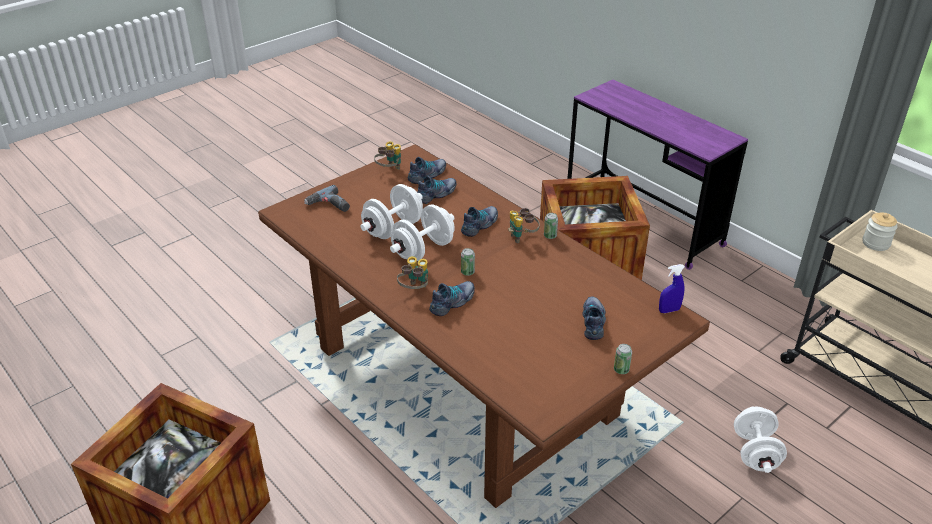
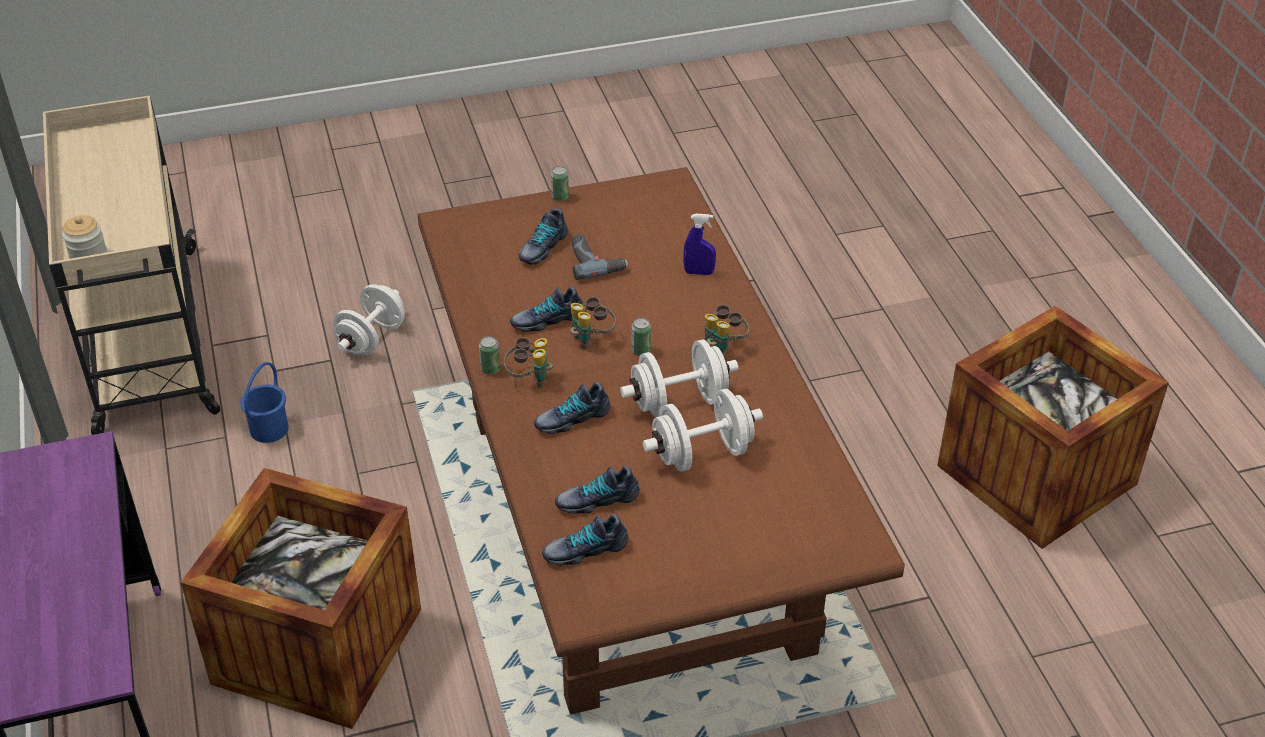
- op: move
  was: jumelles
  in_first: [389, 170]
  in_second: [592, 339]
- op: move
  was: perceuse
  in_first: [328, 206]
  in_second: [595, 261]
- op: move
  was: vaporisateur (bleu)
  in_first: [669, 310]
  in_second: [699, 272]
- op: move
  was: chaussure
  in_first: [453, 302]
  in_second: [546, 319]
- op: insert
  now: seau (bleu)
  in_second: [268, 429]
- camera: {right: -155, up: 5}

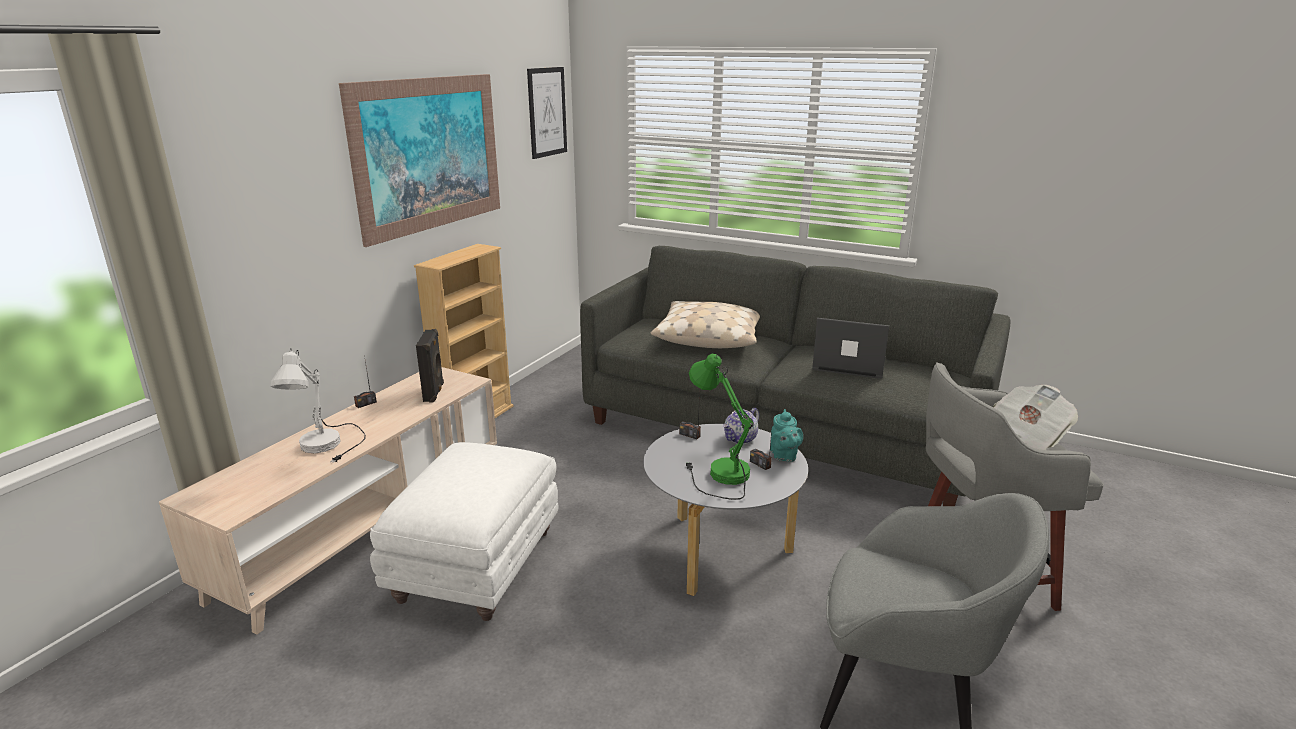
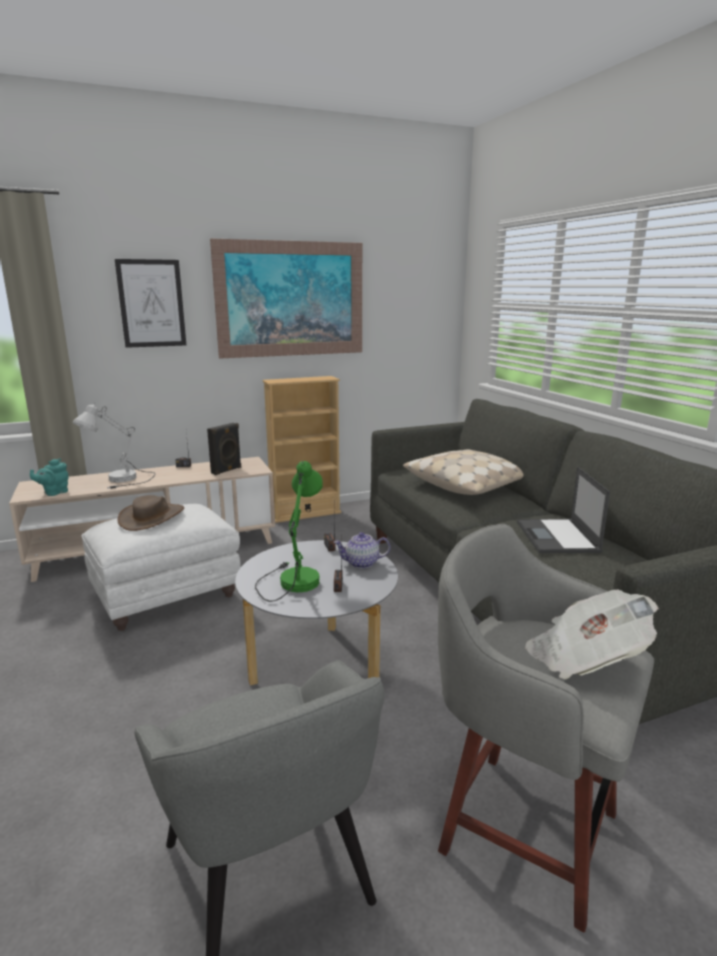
- op: move
  was: tableau
  in_first: [547, 112]
  in_second: [151, 303]
- op: rotate
  was: ordinateur portable
  in_first: [848, 364]
  in_second: [557, 537]
  clockwise: -150
- op: move
  was: théière (turquoise)
  in_first: [784, 456]
  in_second: [54, 493]
- op: insert
  now: chapeau (marron)
  in_second: [152, 517]
- camera: {right: 40, up: -5}

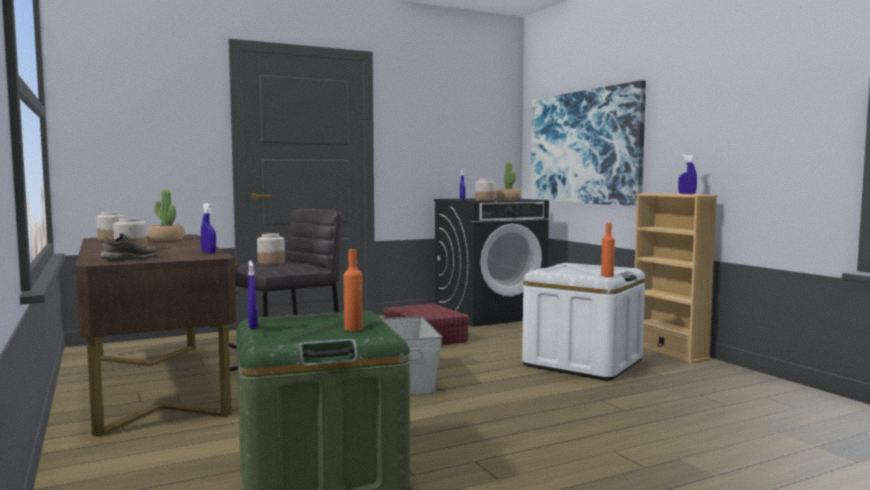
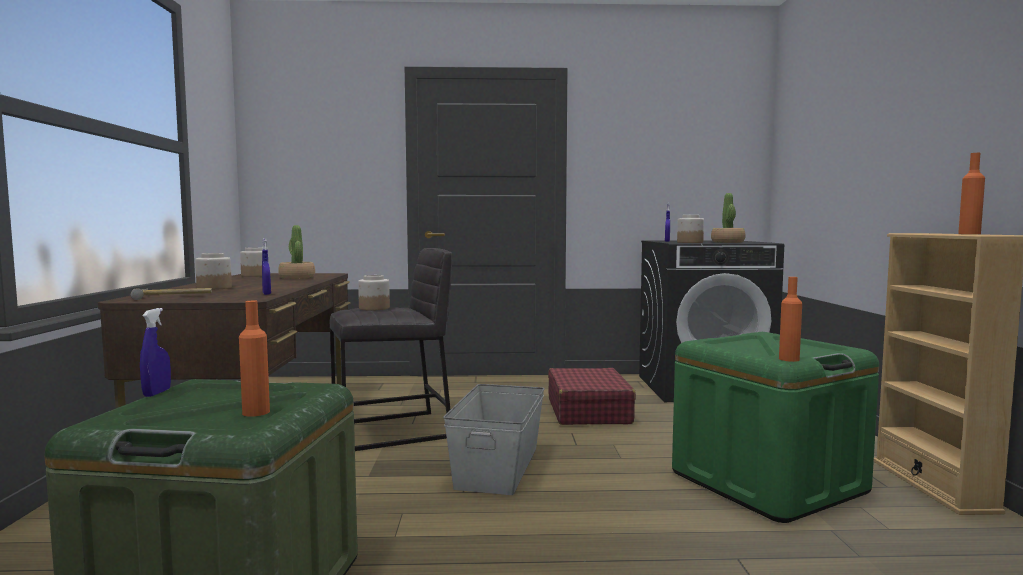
- op: delete
  was: tableau
  in_first: [584, 147]
- op: replace
  was: vaporisateur (bleu)
  now: bouteille (orange)
  in_first: [687, 194]
  in_second: [969, 234]
- op: replace
  was: chaussure (gris)
  now: marteau
  in_first: [130, 258]
  in_second: [172, 297]
- op: recolor
  was: boîte de rangement (blanc)
  now: boîte de rangement (vert)
  in_first: [583, 362]
  in_second: [767, 482]
- camera: {right: 25, up: 0}

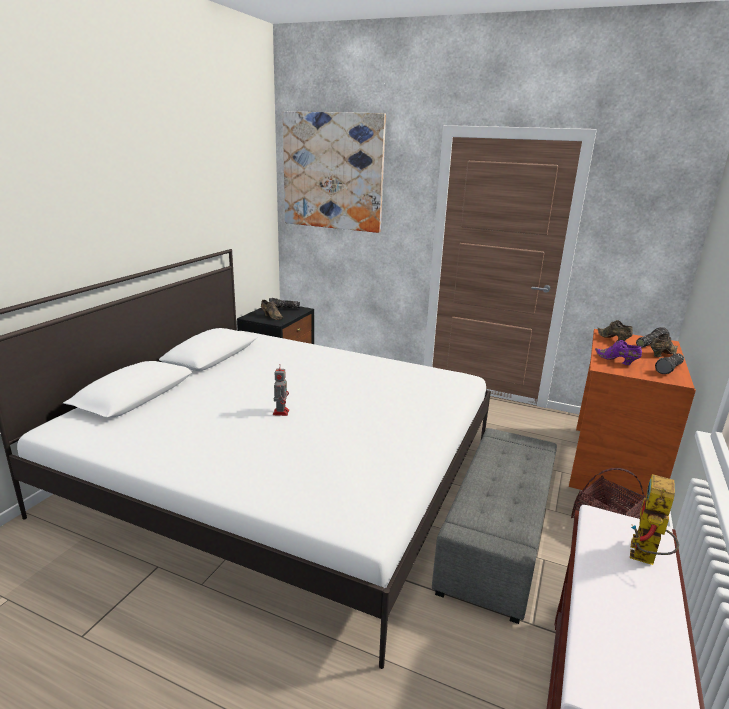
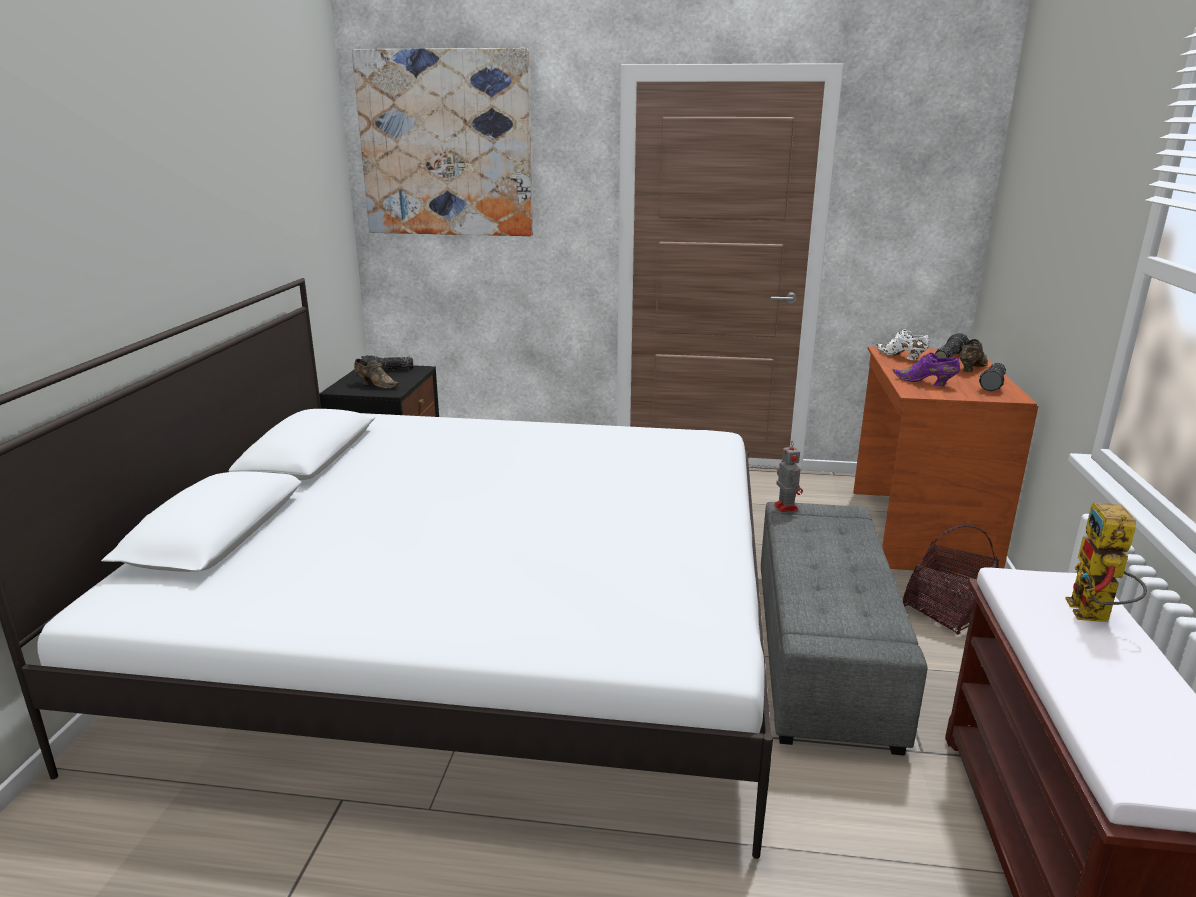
- op: recolor
  was: chaussure (marron)
  now: chaussure (blanc)
  in_first: [613, 339]
  in_second: [901, 357]
- op: move
  was: robot jouet
  in_first: [281, 412]
  in_second: [785, 507]
- camera: {right: -15, up: 0}

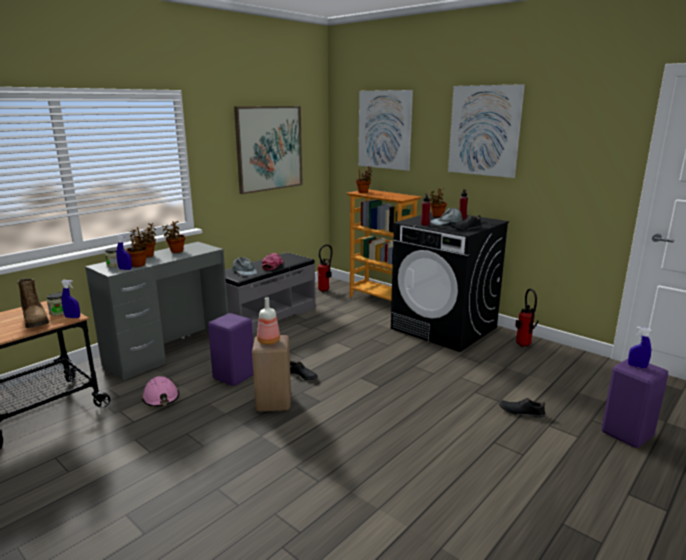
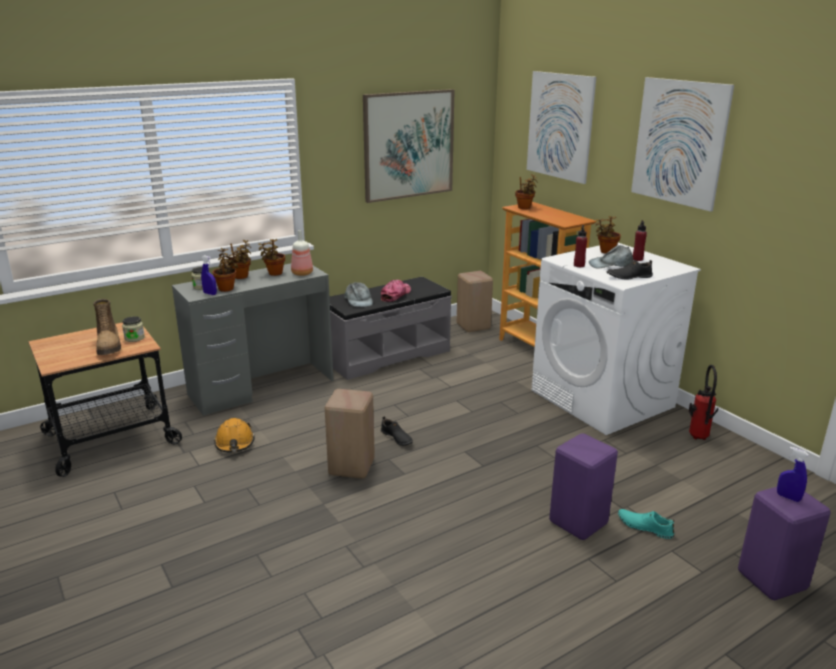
- op: recolor
  was: lave-linge (noir)
  now: lave-linge (blanc)
  in_first: [444, 328]
  in_second: [602, 399]
- op: replace
  was: extincteur
  now: tabouret (beige)
  in_first: [325, 290]
  in_second: [473, 327]
- op: delete
  was: vaporisateur (bleu)
  in_first: [72, 317]
- op: move
  was: bouteille
  in_first: [268, 341]
  in_second: [301, 273]
- op: move
  was: tabouret (violet)
  in_first: [234, 377]
  in_second: [578, 523]
- op: recolor
  was: casque de chantier (rose)
  now: casque de chantier (orange)
  in_first: [161, 398]
  in_second: [235, 443]
- op: recolor
  was: chaussure (noir)
  now: chaussure (turquoise)
  in_first: [521, 411]
  in_second: [644, 527]
- camera: {right: 15, up: 5}

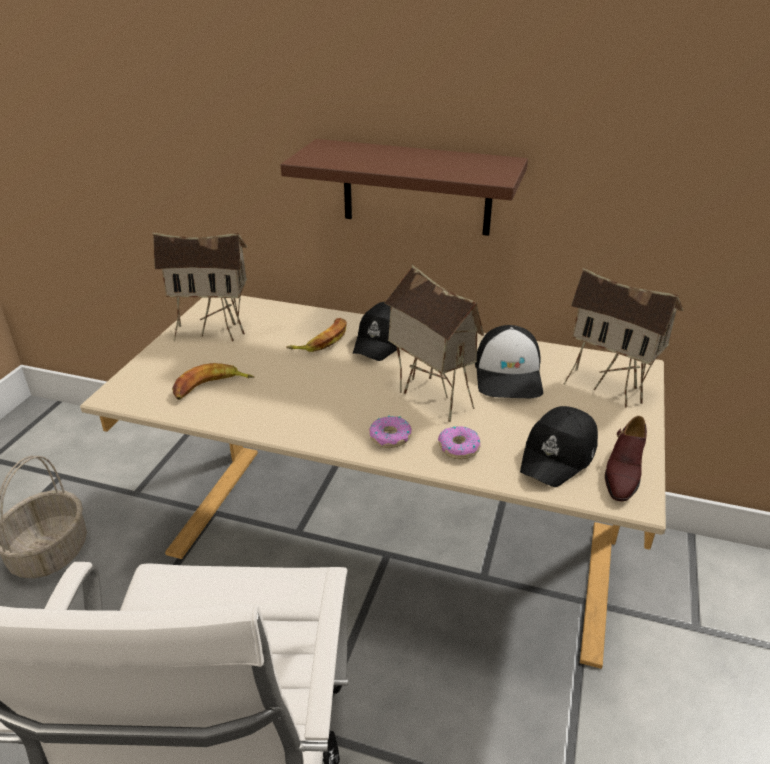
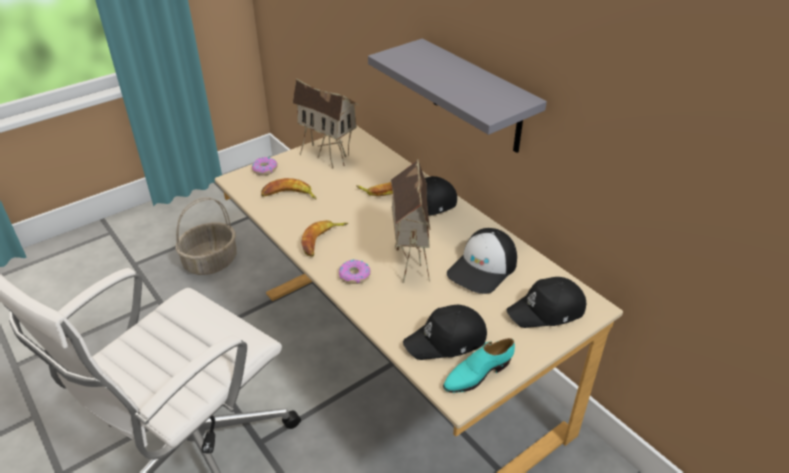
- op: recolor
  was: étagère (marron)
  now: étagère (gris)
  in_first: [416, 188]
  in_second: [476, 97]
- op: replace
  was: maison miniature
  now: casquette (noir)
  in_first: [609, 387]
  in_second: [547, 311]
- op: recolor
  was: chaussure (marron)
  now: chaussure (turquoise)
  in_first: [623, 472]
  in_second: [477, 374]
- op: move
  was: beignet
  in_first: [458, 448]
  in_second: [264, 169]
- op: insert
  now: banane
  in_second: [322, 241]
- camera: {right: 35, up: 5}

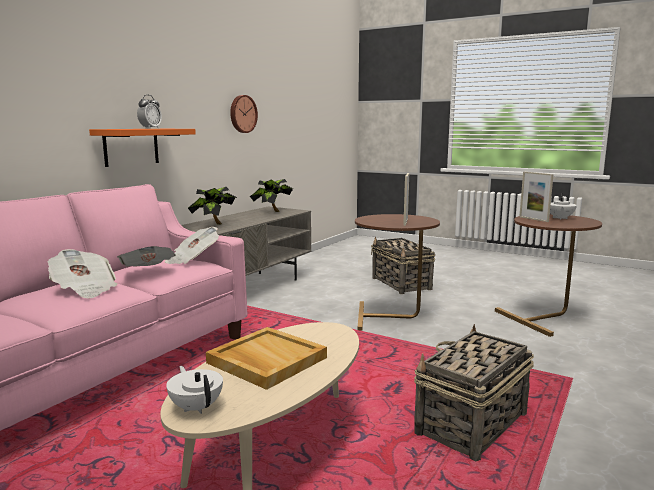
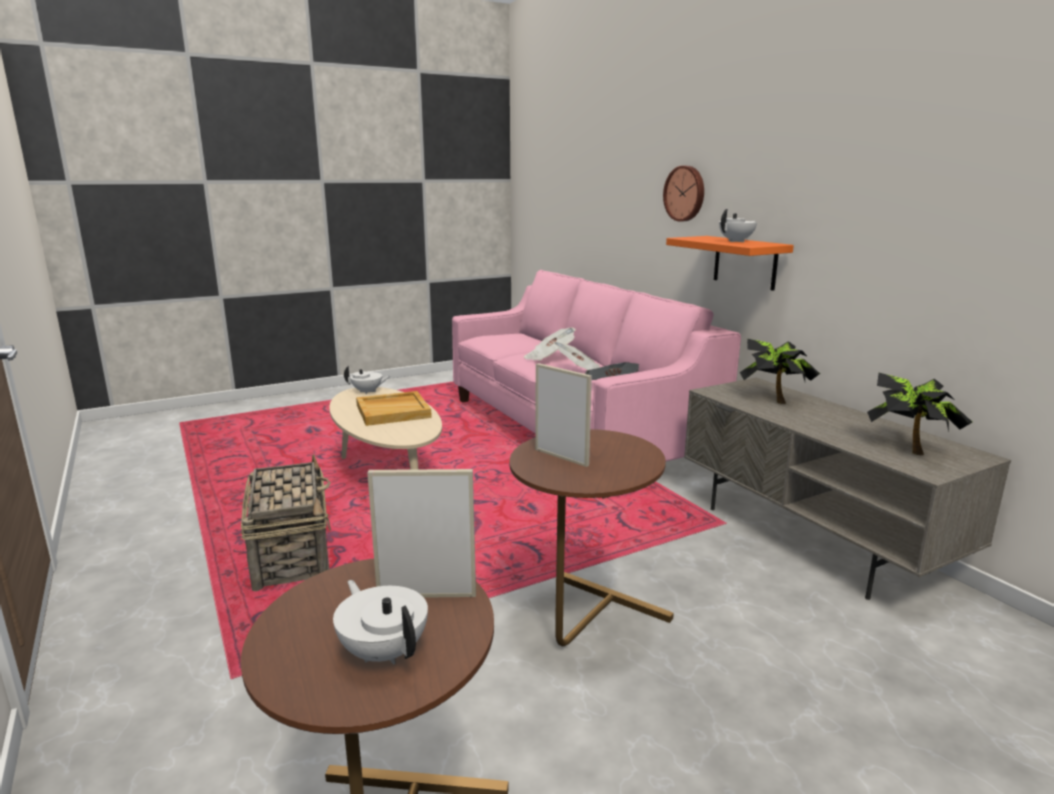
- op: replace
  was: réveil
  now: théière (blanc)
  in_first: [150, 128]
  in_second: [736, 241]
- op: move
  was: horloge murale
  in_first: [242, 114]
  in_second: [685, 193]
- op: delete
  was: panier
  in_first: [401, 284]
- camera: {right: 120, up: 5}

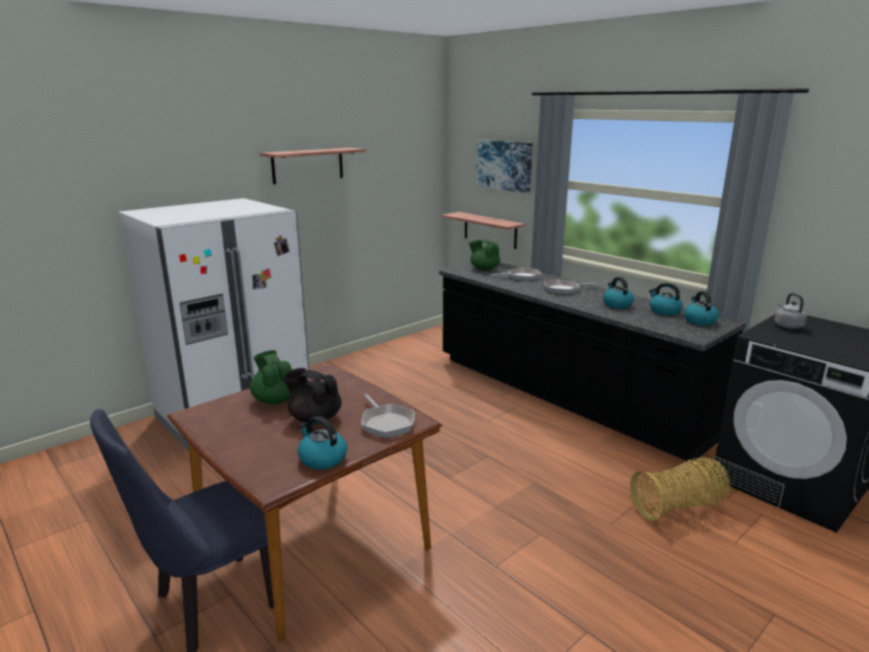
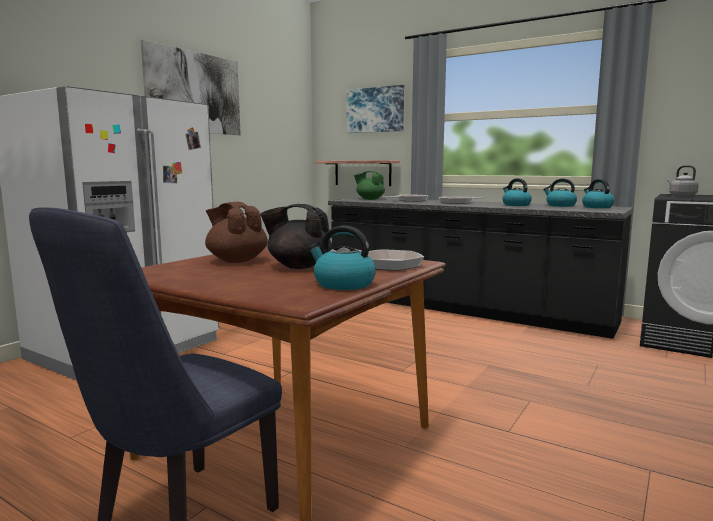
- op: replace
  was: étagère
  now: tableau
  in_first: [308, 165]
  in_second: [194, 92]
- op: recolor
  was: théière (vert)
  now: théière (marron)
  in_first: [276, 399]
  in_second: [236, 260]
- op: delete
  was: panier
  in_first: [679, 506]
- camera: {right: -15, up: -10}

